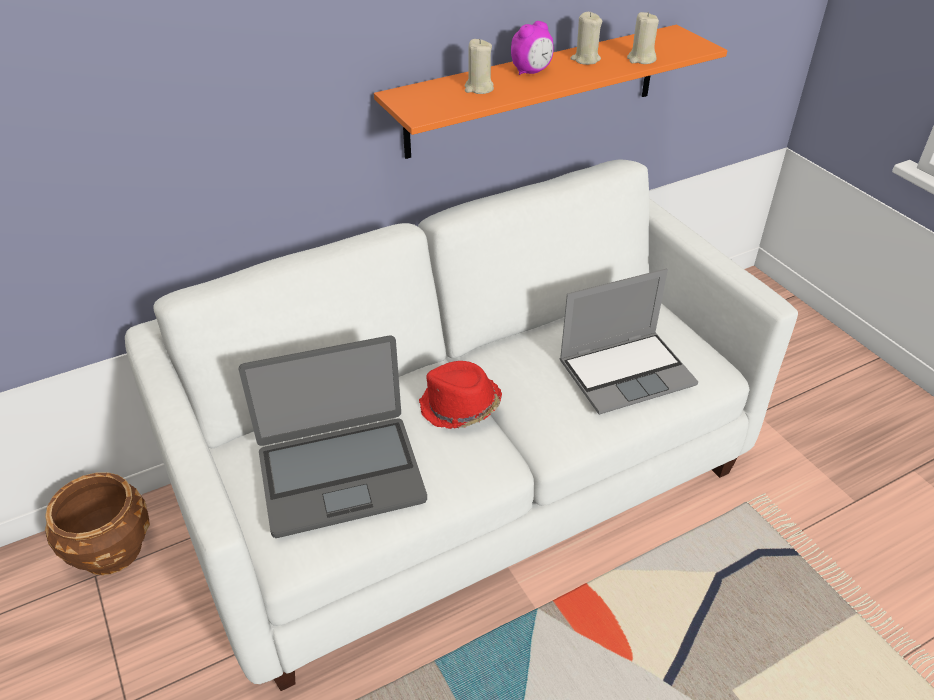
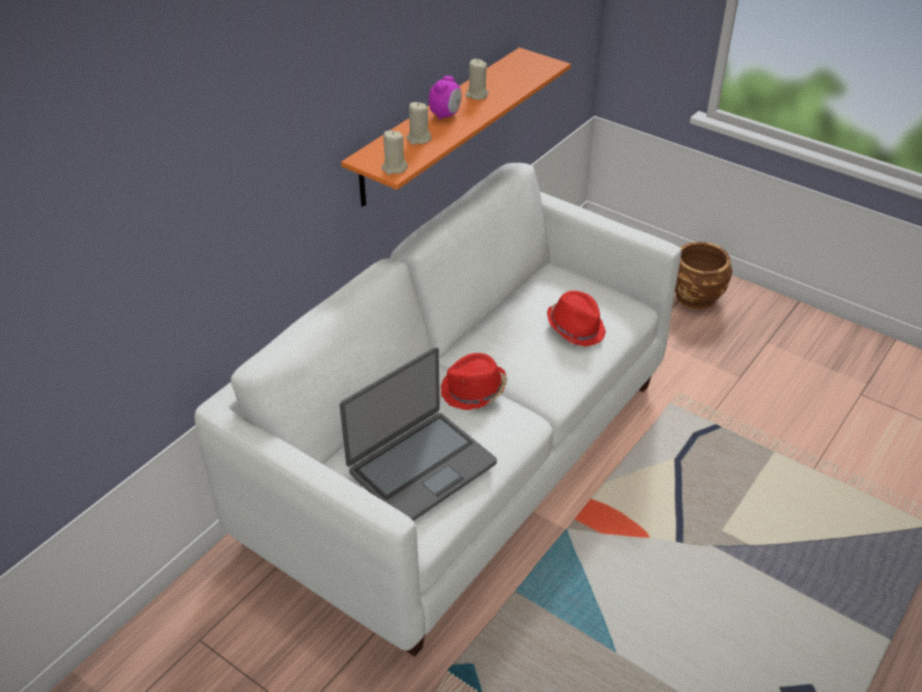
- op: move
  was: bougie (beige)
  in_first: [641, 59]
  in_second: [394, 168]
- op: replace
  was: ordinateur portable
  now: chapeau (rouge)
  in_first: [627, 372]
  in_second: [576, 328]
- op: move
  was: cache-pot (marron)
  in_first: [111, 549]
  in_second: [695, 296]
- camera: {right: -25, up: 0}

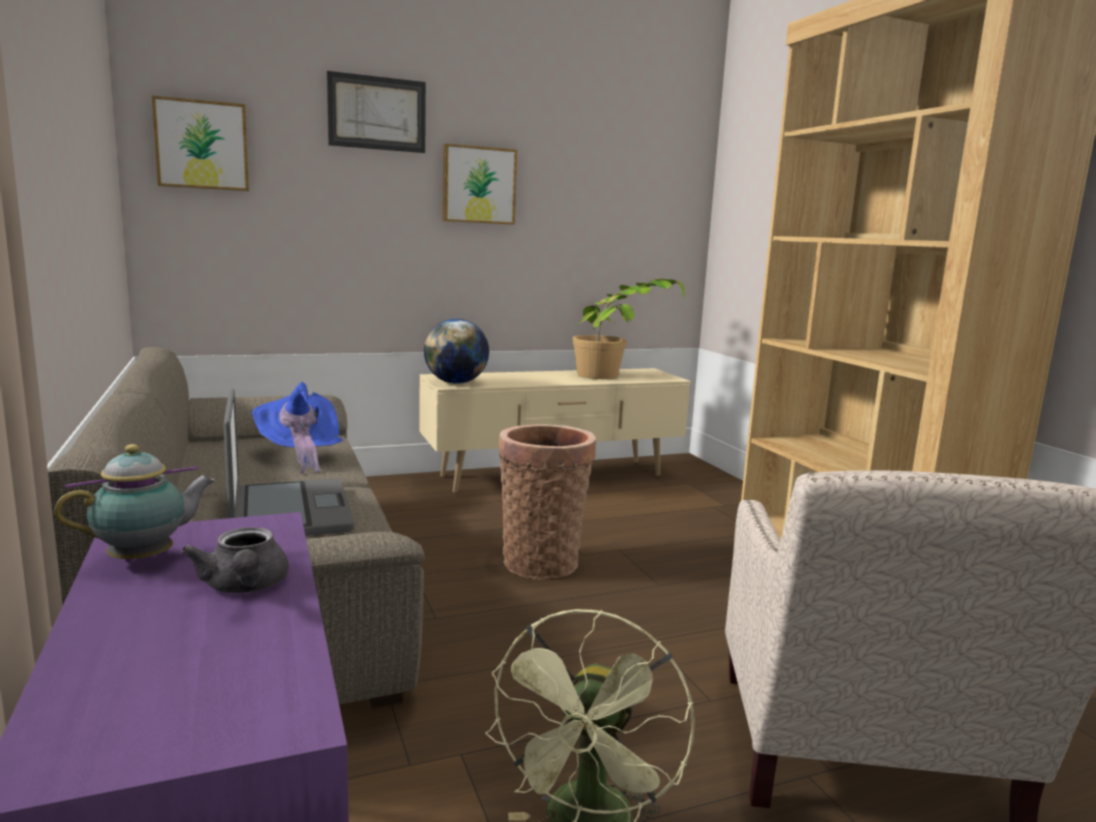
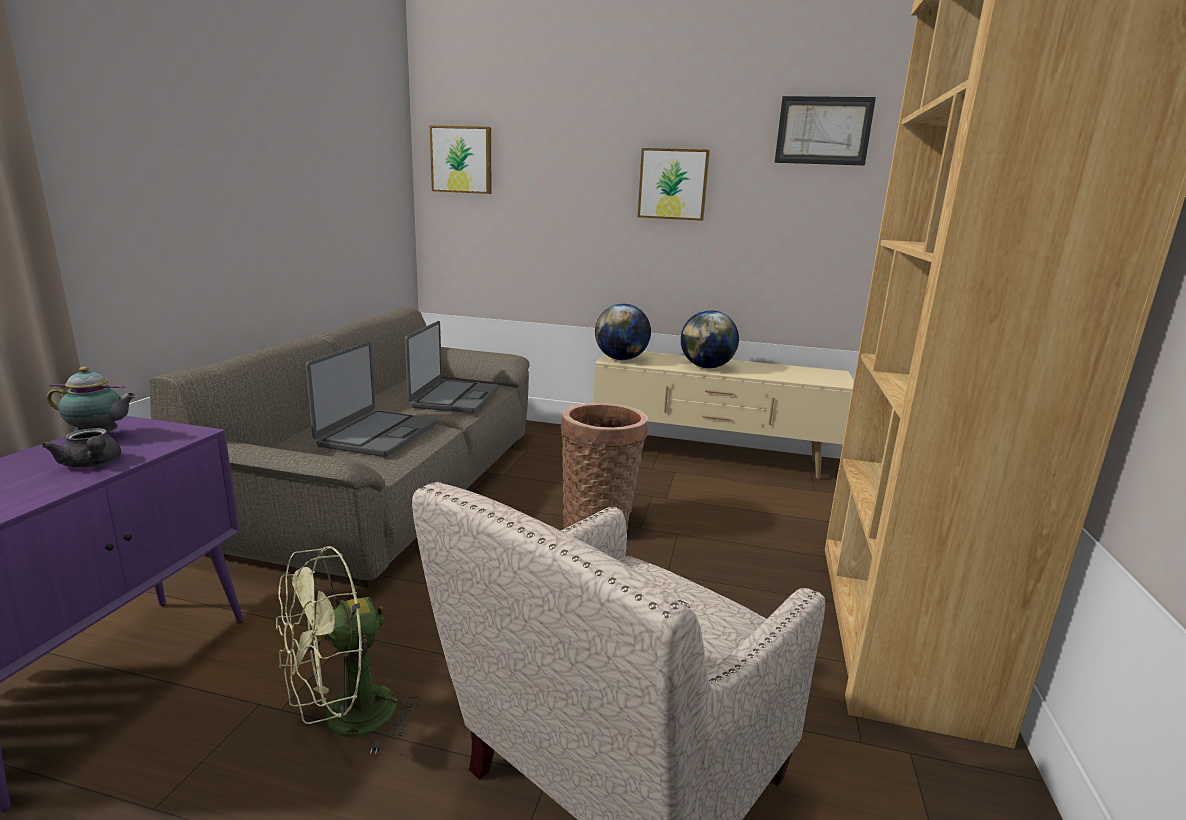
- op: move
  was: tableau
  in_first: [377, 113]
  in_second: [823, 131]
- op: delete
  was: plante en pot
  in_first: [619, 376]
- op: replace
  was: chapeau (bleu)
  now: ordinateur portable
  in_first: [300, 456]
  in_second: [454, 398]
- op: rotate
  was: théière (gris)
  in_first: [244, 587]
  in_second: [92, 464]
  clockwise: -60
- op: insert
  now: globe
  in_second: [707, 367]
- camera: {right: 35, up: 5}

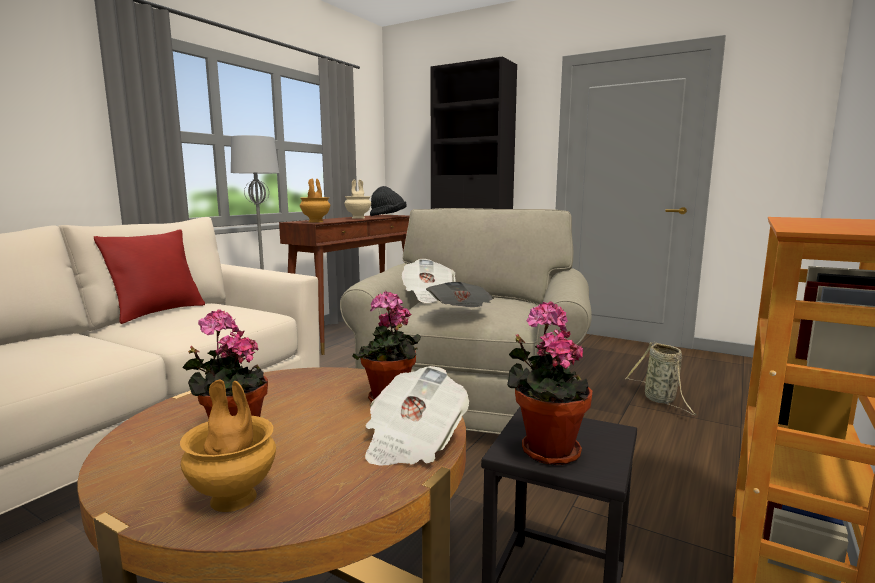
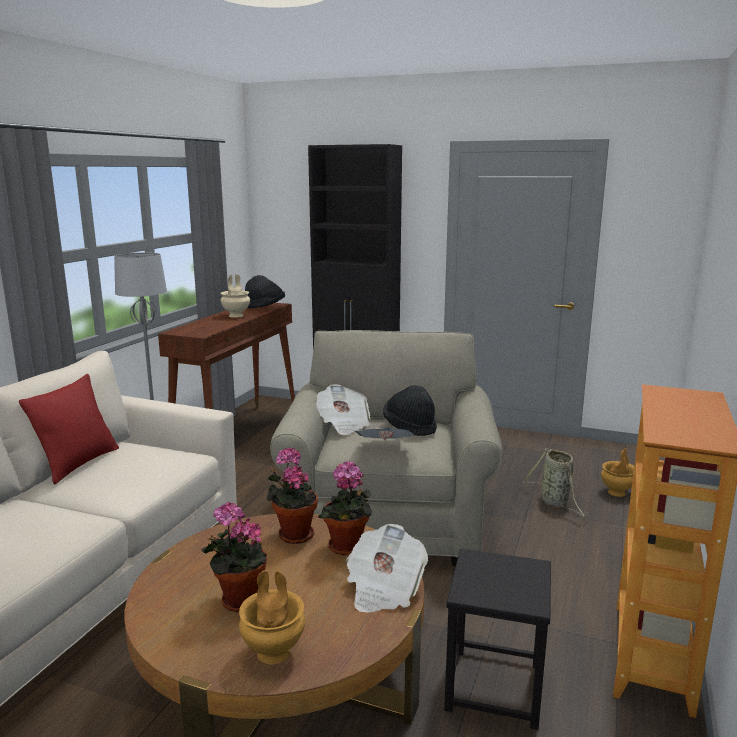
- op: move
  was: vase (marron)
  in_first: [315, 222]
  in_second: [617, 492]
- op: move
  was: plante en pot
  in_first: [545, 449]
  in_second: [293, 534]
- op: insert
  now: chapeau (noir)
  in_second: [410, 427]
- camera: {right: -10, up: 5}

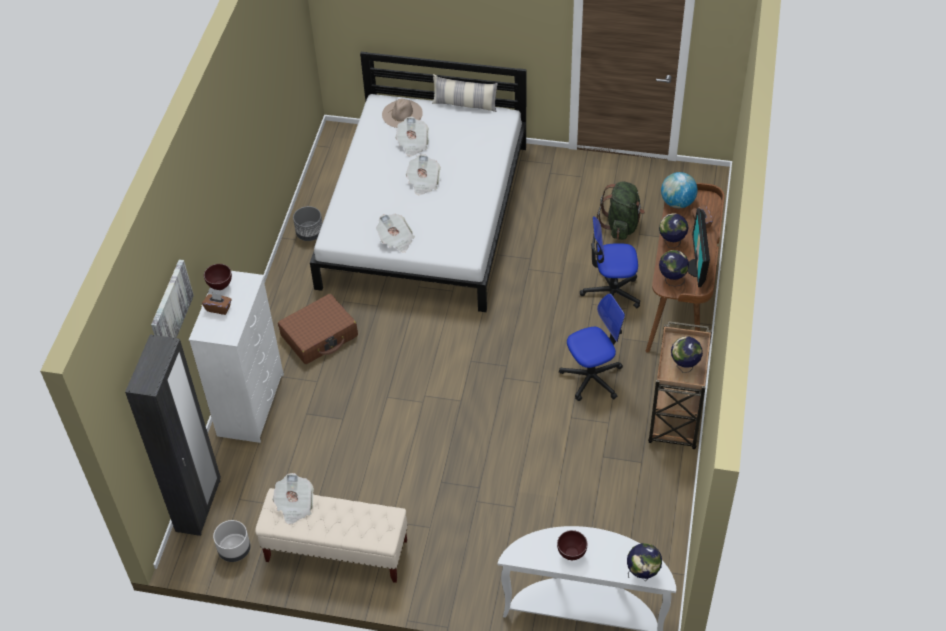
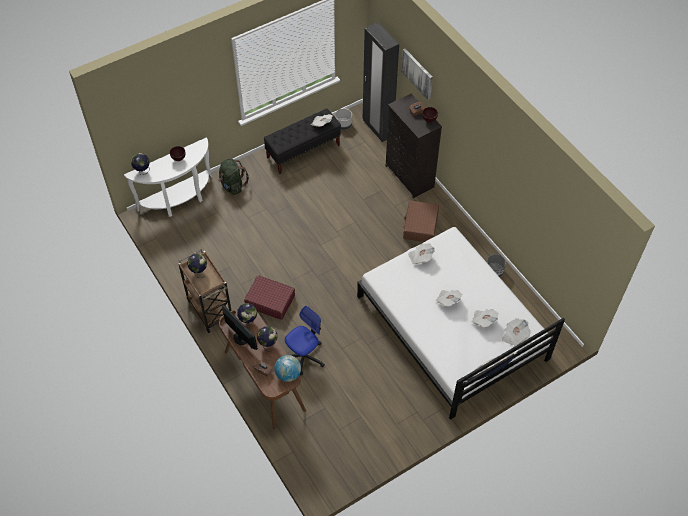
- op: replace
  was: chapeau (beige)
  now: journal
  in_first: [402, 114]
  in_second: [514, 336]
- op: move
  was: sac à dos (vert)
  in_first: [621, 225]
  in_second: [232, 185]
- op: recolor
  was: commode (blanc)
  now: commode (noir)
  in_first: [252, 404]
  in_second: [409, 177]
- op: replace
  was: chaise de bureau
  now: valise (rouge)
  in_first: [592, 377]
  in_second: [270, 301]
- op: recolor
  was: banc (beige)
  now: banc (noir)
  in_first: [336, 551]
  in_second: [303, 151]
- camera: {right: 135, up: 5}

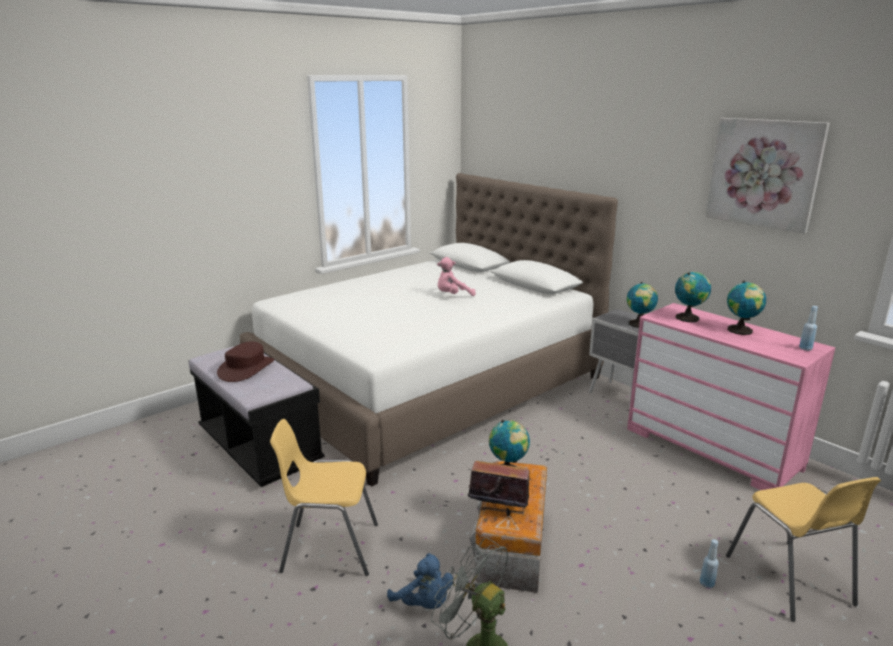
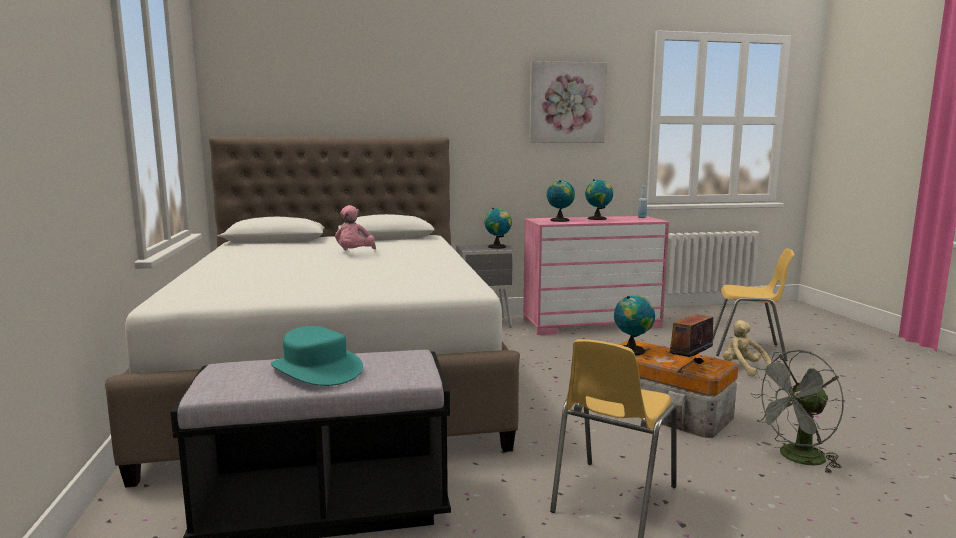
- op: recolor
  was: chapeau (marron)
  now: chapeau (turquoise)
  in_first: [246, 368]
  in_second: [316, 369]
- op: replace
  was: bouteille (bleu)
  now: peluche (beige)
  in_first: [707, 584]
  in_second: [743, 368]
- op: delete
  was: peluche (bleu)
  in_first: [424, 603]
- camera: {right: -60, up: -10}

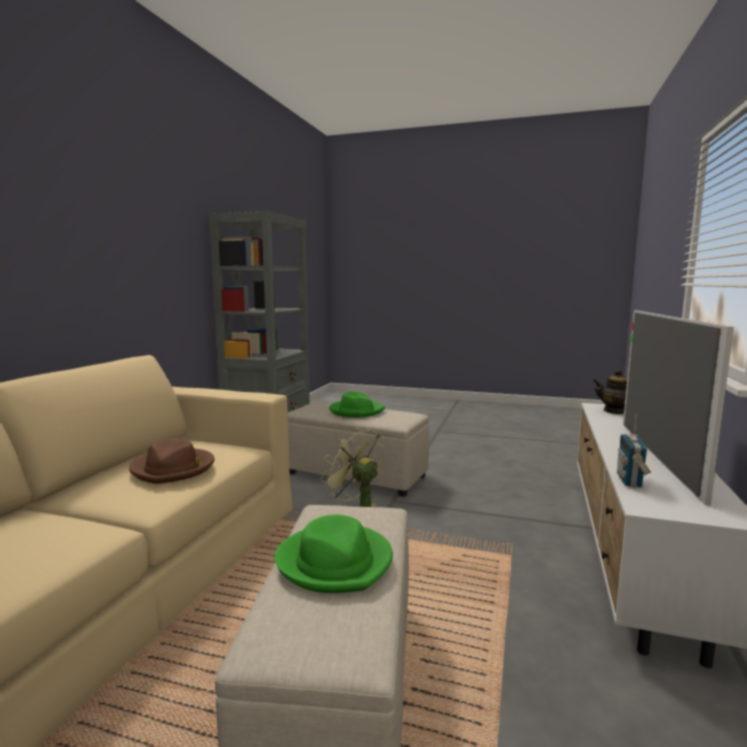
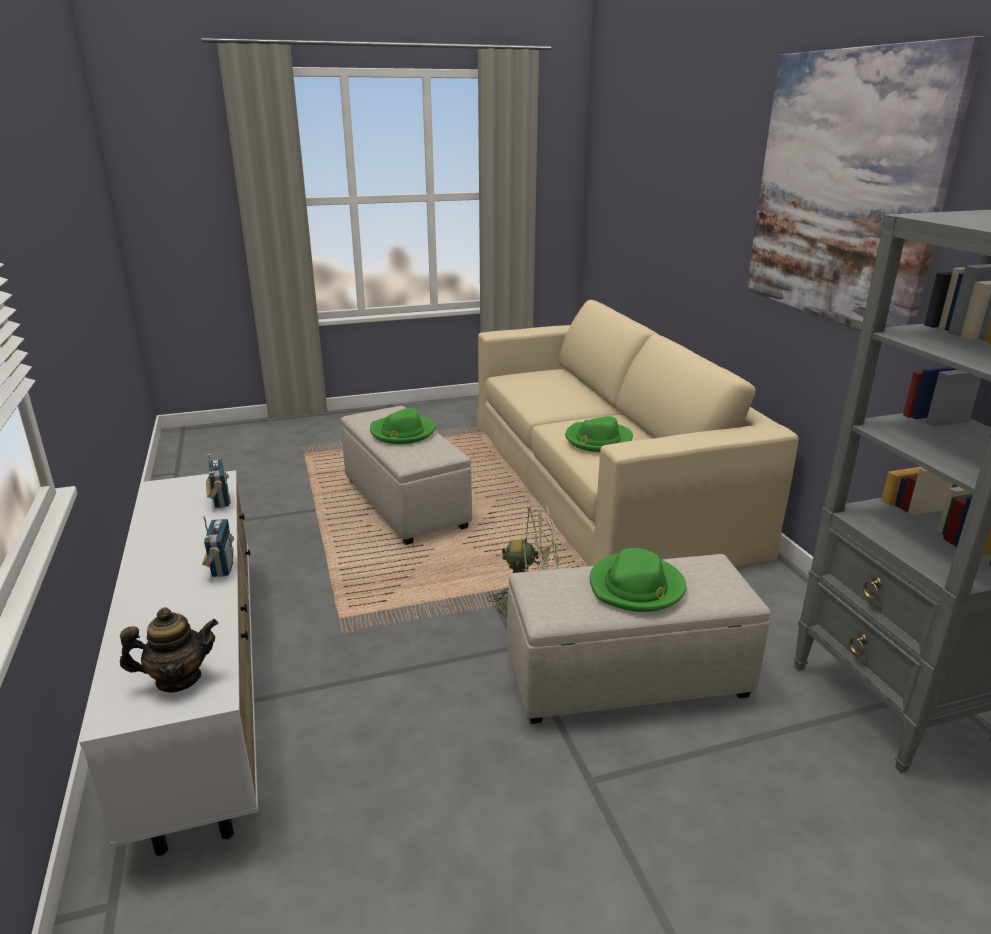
- op: delete
  was: téléviseur
  in_first: [656, 456]
- op: recolor
  was: chapeau (marron)
  now: chapeau (vert)
  in_first: [173, 469]
  in_second: [597, 440]
- op: insert
  now: tableau
  in_second: [844, 189]
- op: insert
  now: radio
  in_second: [222, 568]
- camera: {right: 145, up: 15}

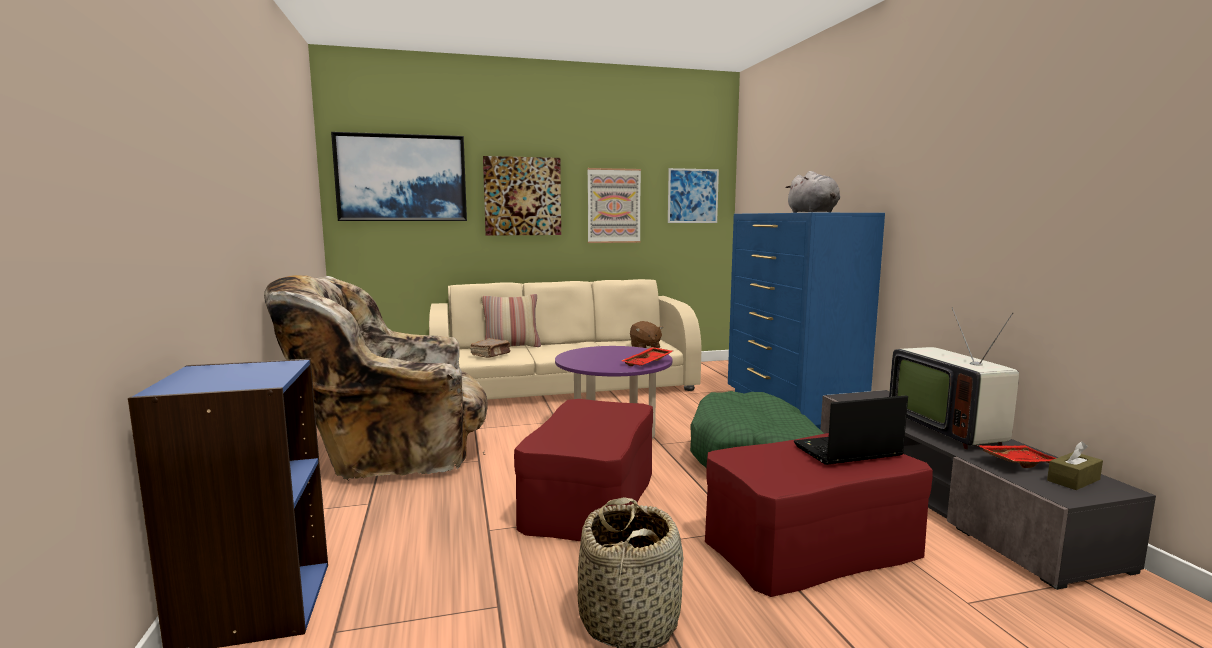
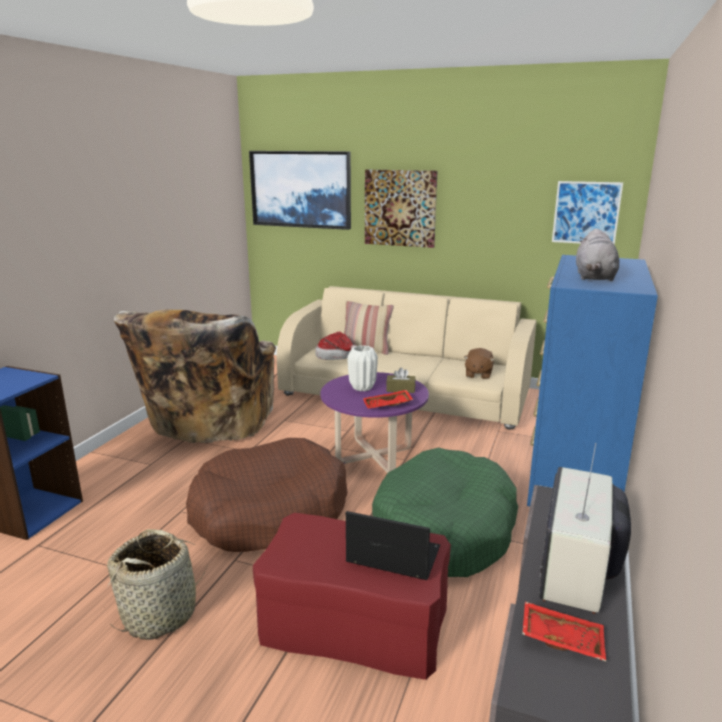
- op: delete
  was: tableau
  in_first: [613, 206]
- op: rotate
  was: fauteuil (beige)
  in_first: [390, 452]
  in_second: [209, 426]
  clockwise: -105
- op: replace
  was: livre (marron)
  now: chapeau
  in_first: [491, 355]
  in_second: [336, 356]
- op: replace
  was: pouf (rouge)
  now: panier pour chien (marron)
  in_first: [590, 499]
  in_second: [269, 512]
- op: move
  was: boîte à mouchoirs (marron)
  in_first: [1073, 480]
  in_second: [400, 389]
- op: insert
  now: vase (blanc)
  in_second: [362, 388]
- camera: {right: 35, up: 10}

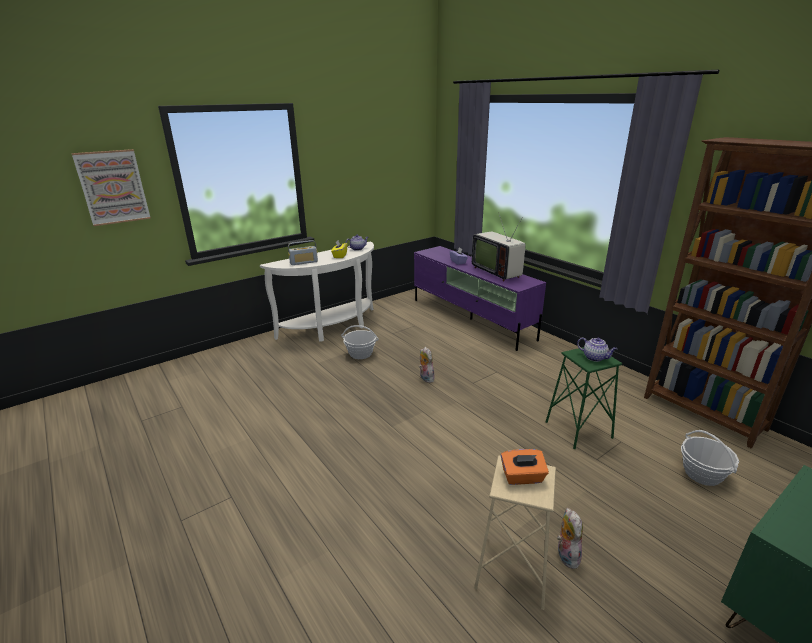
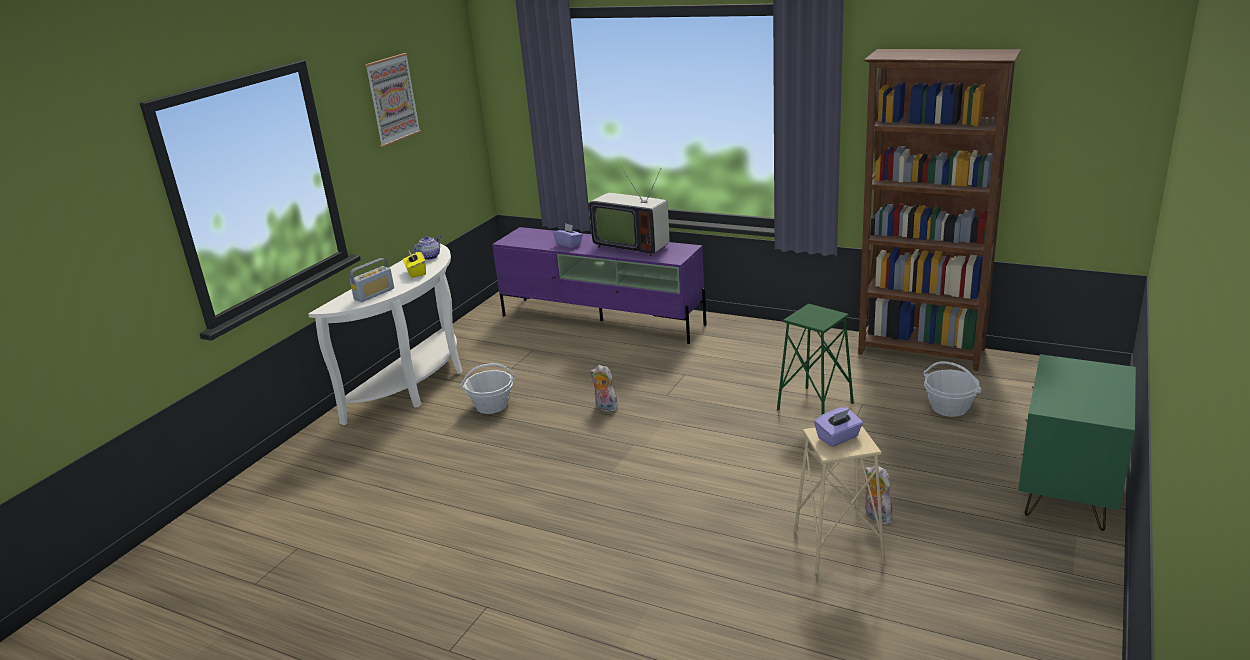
- op: move
  was: tableau
  in_first: [113, 187]
  in_second: [392, 99]
- op: delete
  was: théière
  in_first: [595, 358]
- op: recolor
  was: boîte à mouchoirs (orange)
  now: boîte à mouchoirs (violet)
  in_first: [522, 477]
  in_second: [838, 438]
- camera: {right: -25, up: 0}

